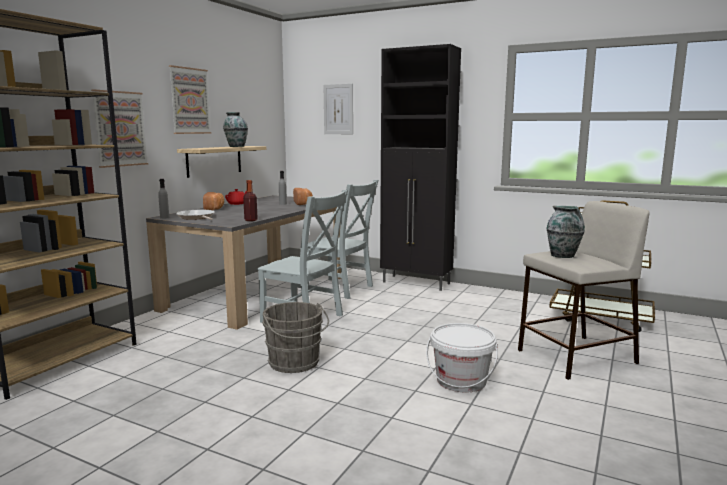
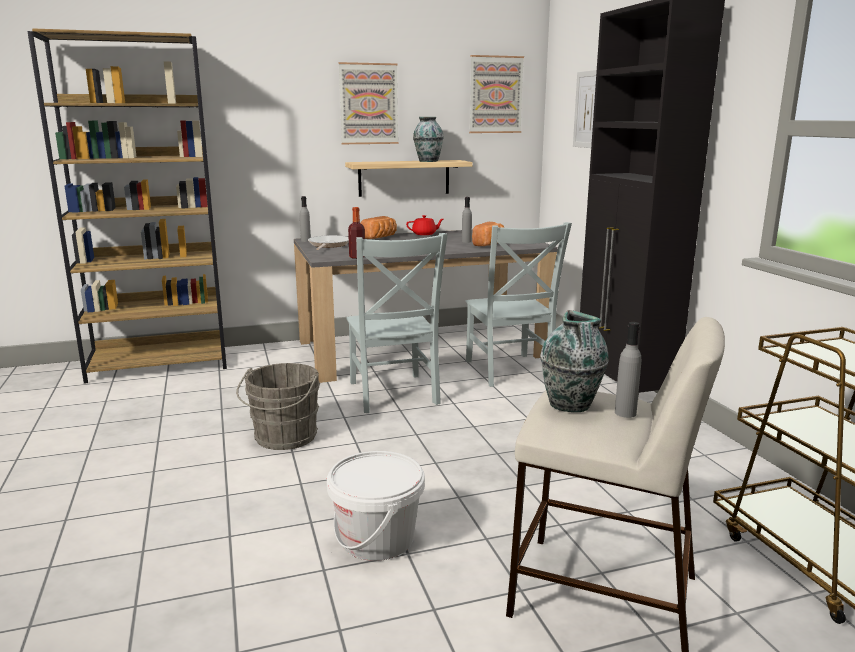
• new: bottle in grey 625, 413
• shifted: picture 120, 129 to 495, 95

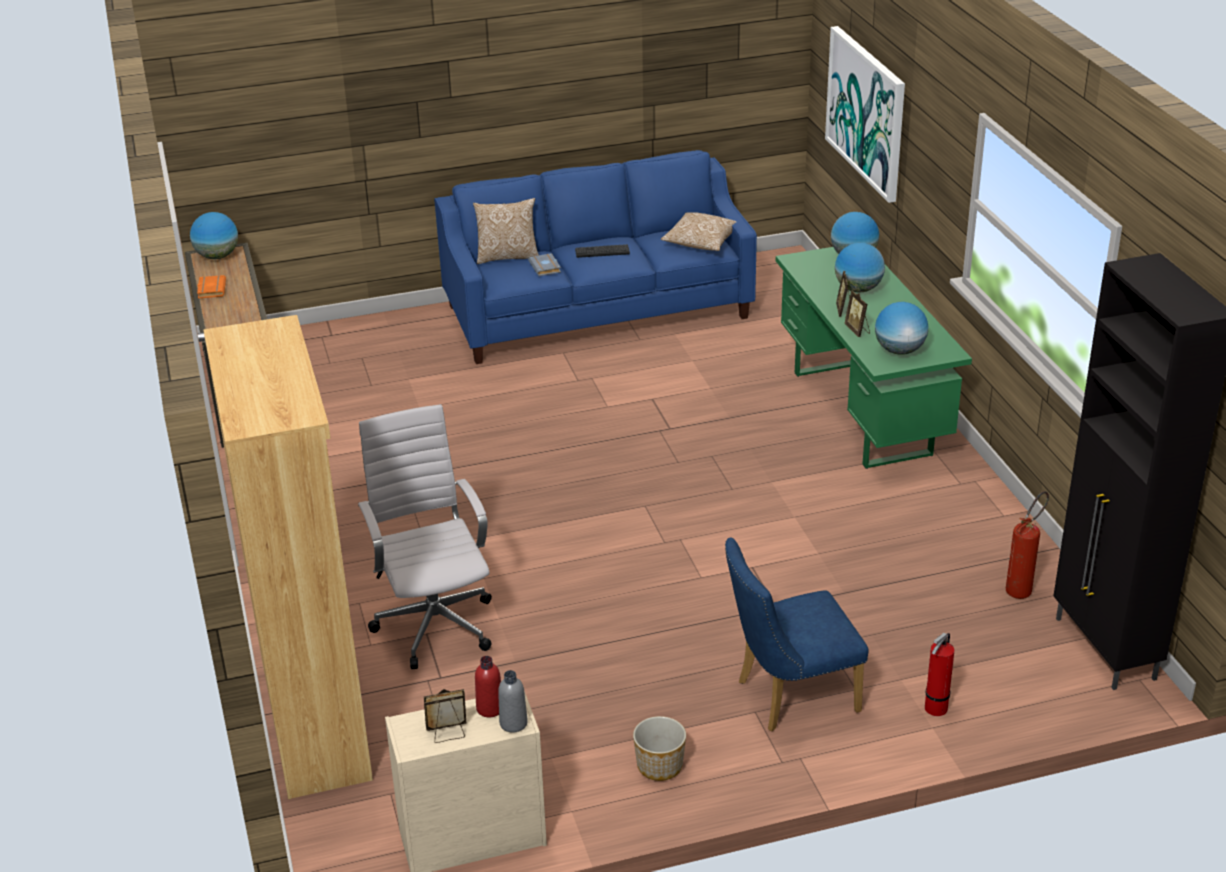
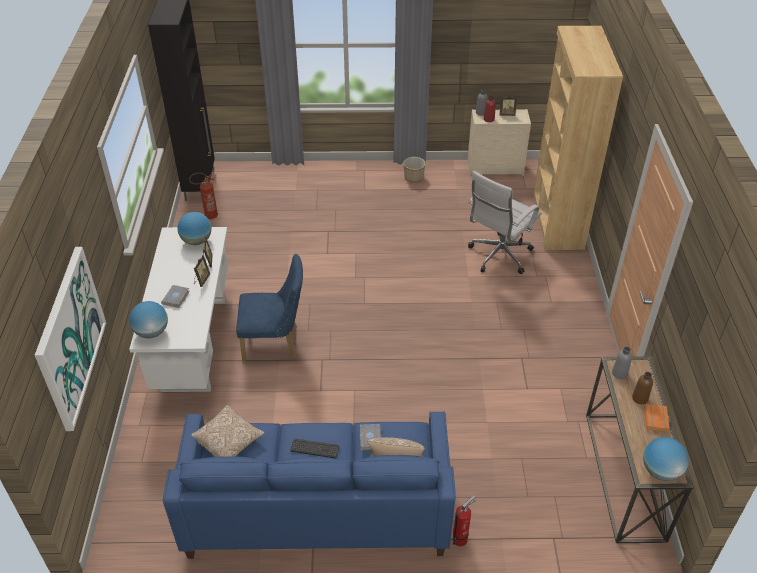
• new: bottle in grey 619, 373
• new: bottle in brown 640, 398
• shifted: chair in blue 788, 696 to 275, 343
• shifted: fire extinguisher 934, 710 to 461, 538
• swapped: globe 858, 289 to book in grey 176, 298
• repainted: desk in green 862, 413 to desk in white 194, 343
• rotated: office chair in white 434, 623 = 498, 257 45 degrees clockwise

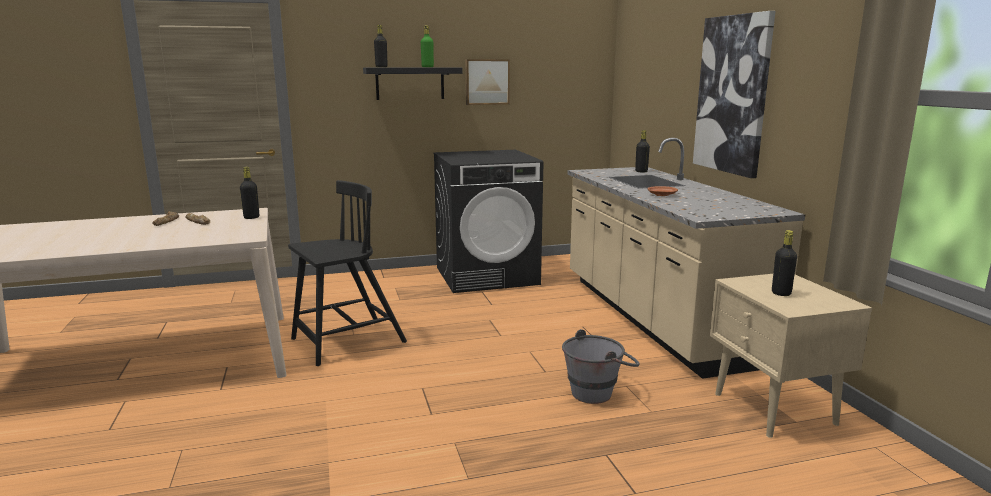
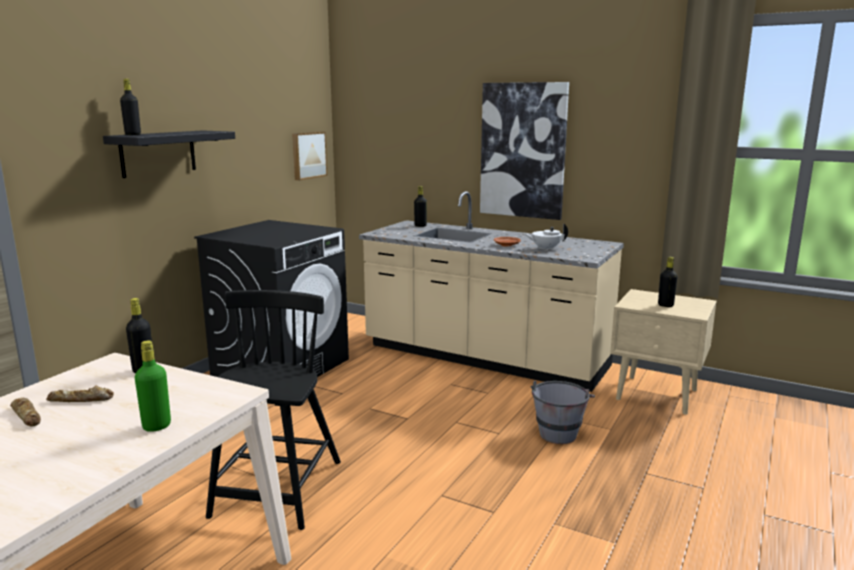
• new: teapot in white 545, 248
• shifted: bottle in green 427, 67 to 156, 426
• shifted: picture 487, 82 to 308, 155

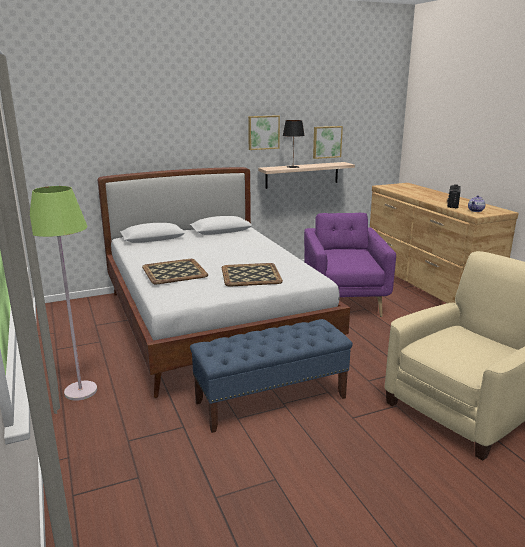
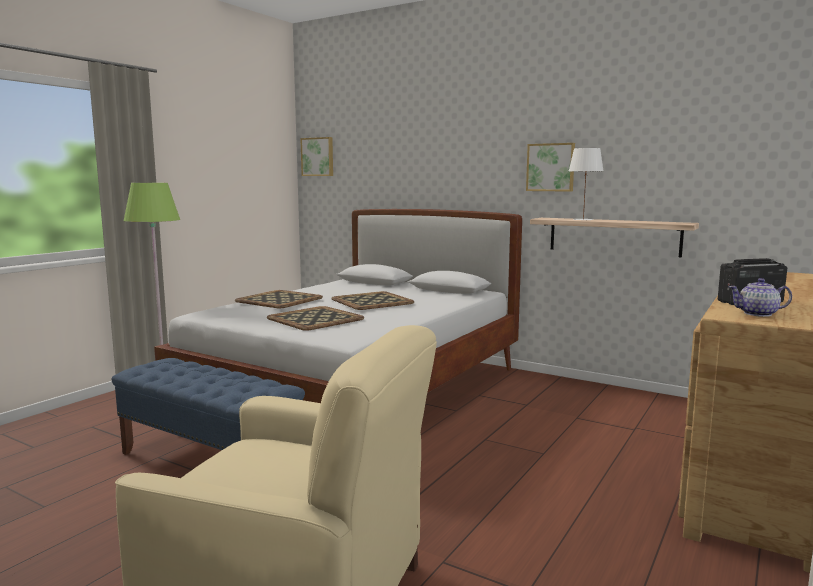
• gone: armchair in purple 344, 300
• new: tray 372, 301
• shifted: picture 326, 142 to 318, 157
• repainted: table lamp in black 293, 167 to table lamp in white 583, 219

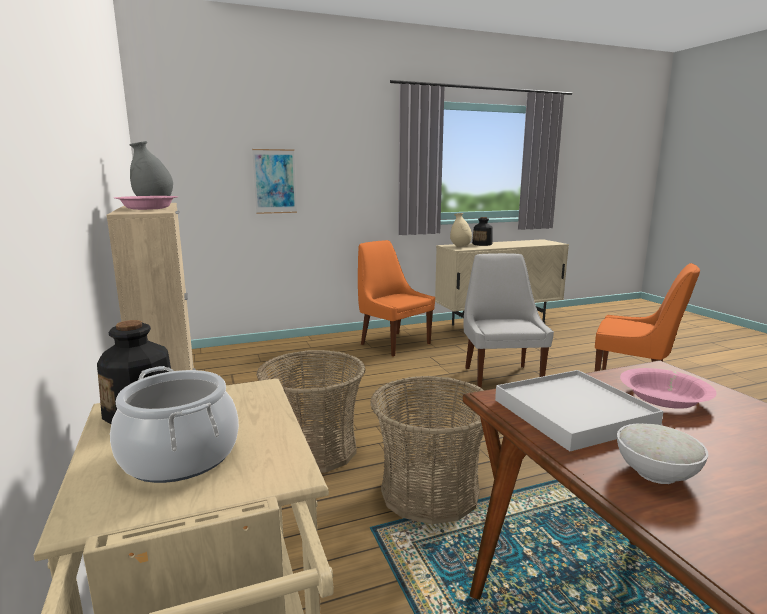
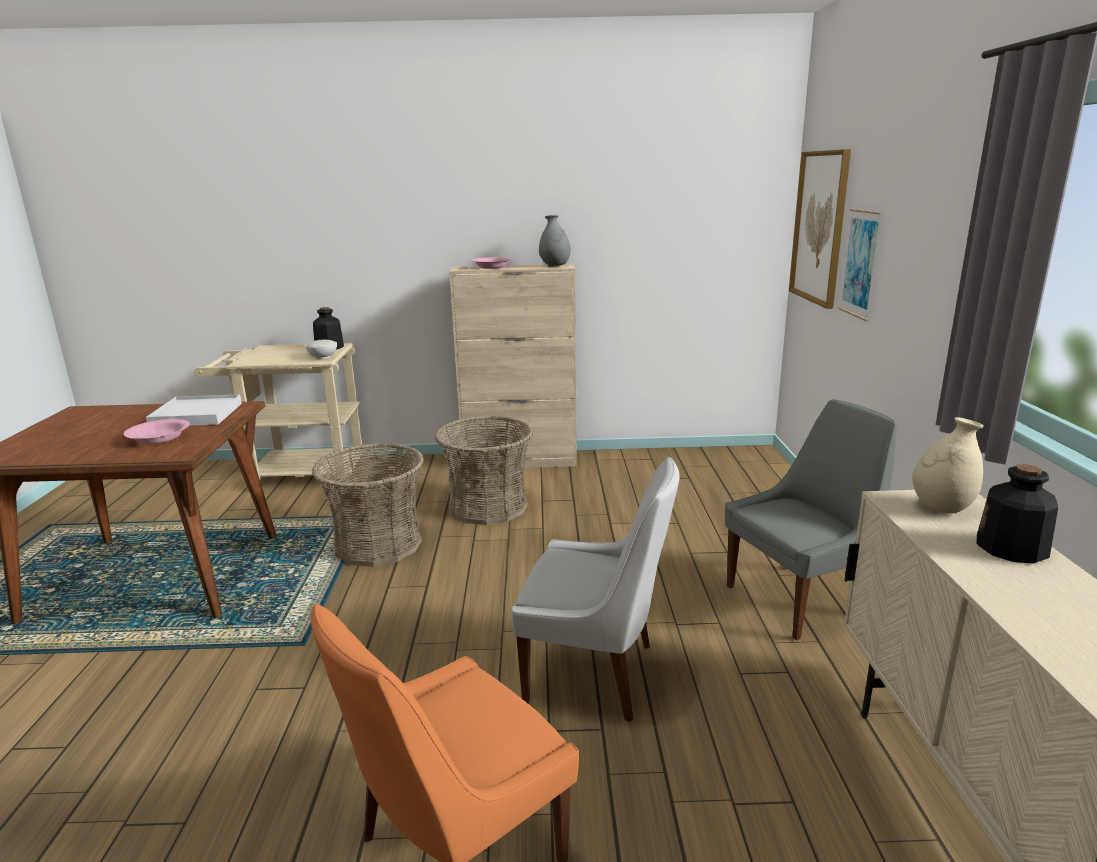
• gone: cooking pot 179, 456
• new: picture 820, 227
• shifted: bowl in white 657, 474 to 322, 357
• repainted: chair in orange 393, 343 to chair in grey 800, 599

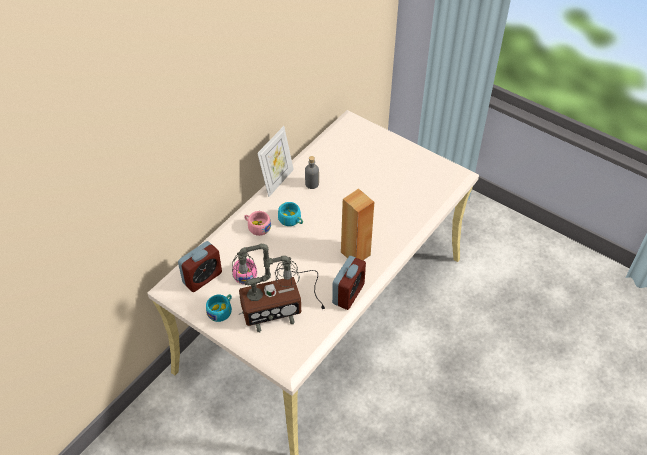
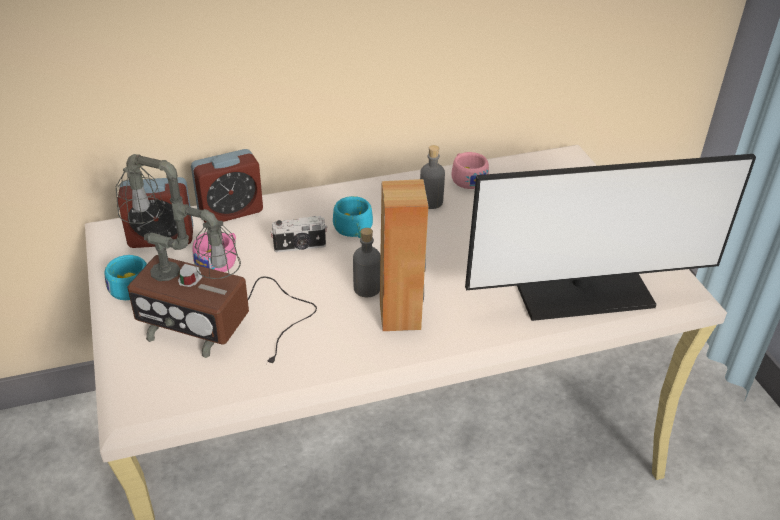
• gone: picture frame 277, 181
• new: photo camera 300, 247
• new: bottle in grey 367, 288
• new: monitor 584, 294
• shifted: cup in pink 257, 227 to 467, 178
• shifted: alarm clock 348, 294 to 230, 211

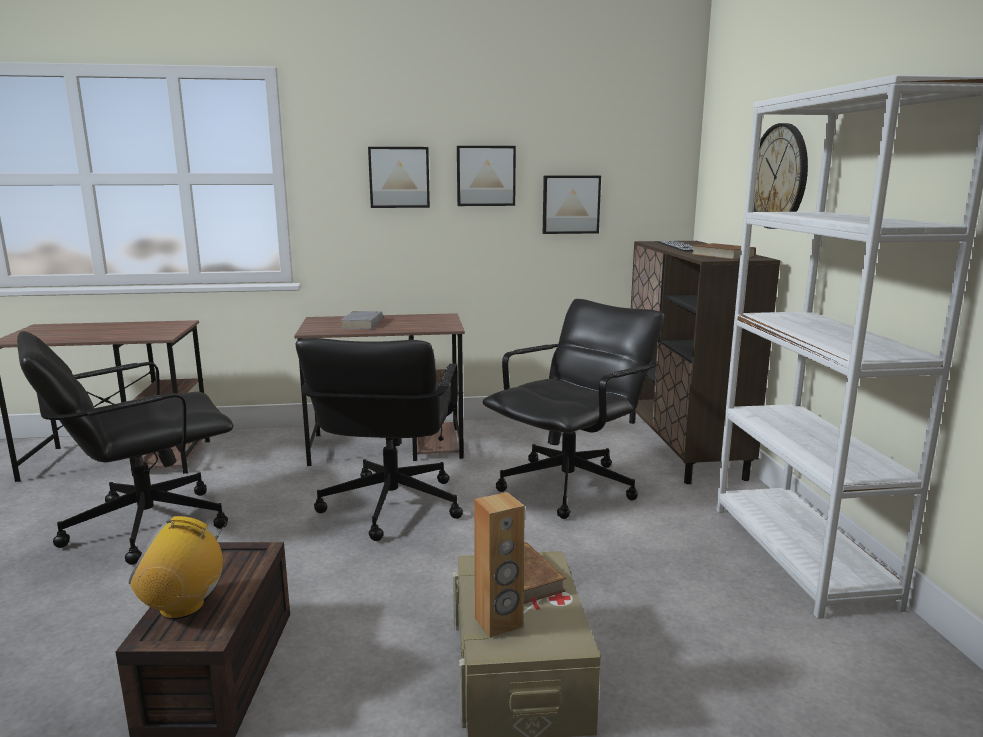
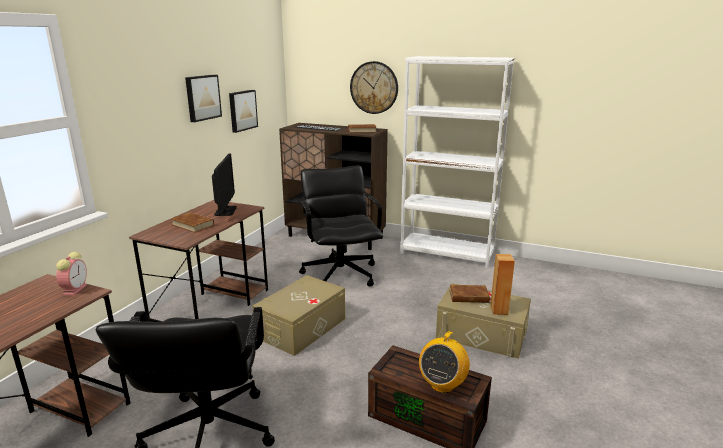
• gone: picture 399, 177
• new: alarm clock 75, 289
• new: monitor 225, 211
• swapped: office chair in black 390, 506 to storage box in beige 301, 328
• repainted: book in grey 362, 324 to book in brown 193, 225

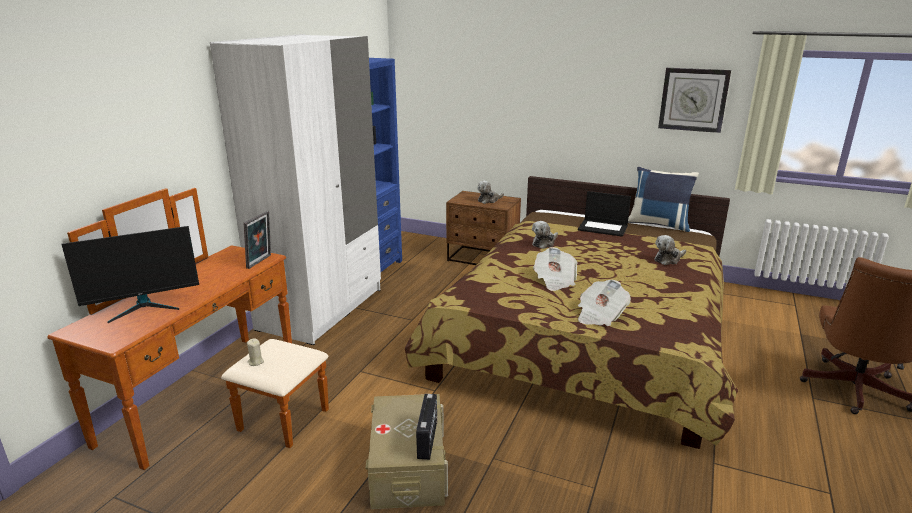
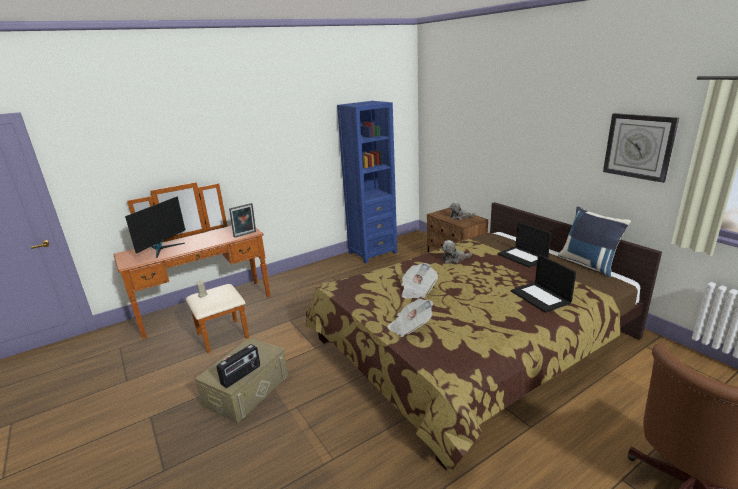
• gone: wardrobe in white 321, 309
• swapped: plush toy 668, 259 to laptop 541, 297
• rotated: monitor 144, 307 = 163, 249 75 degrees counterclockwise

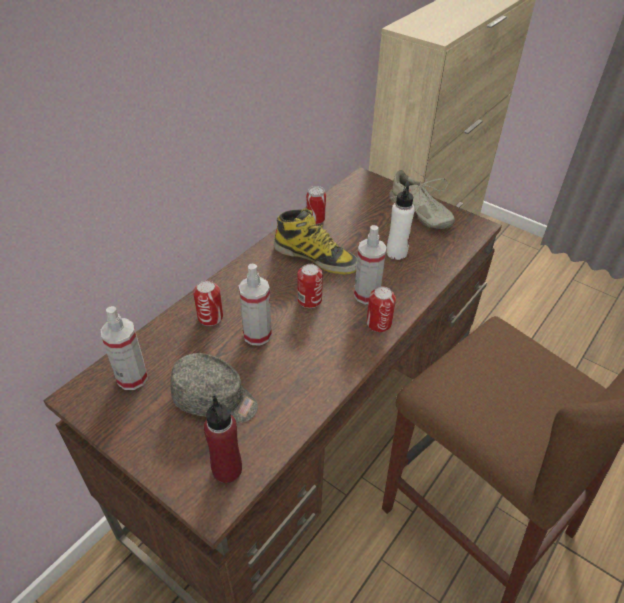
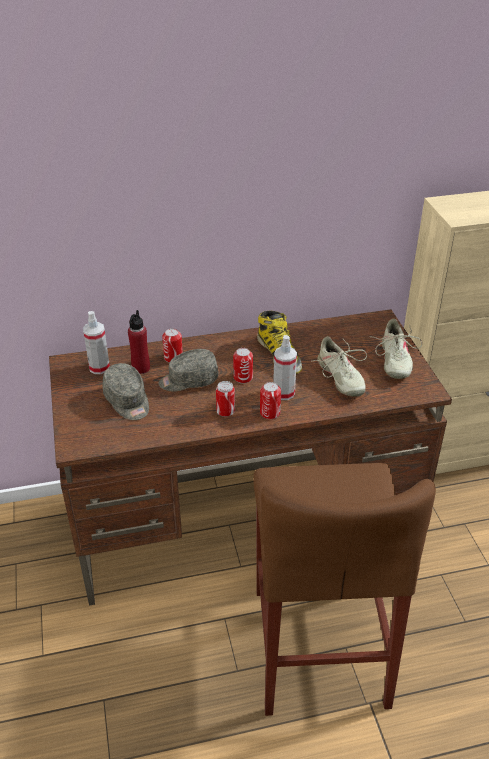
• shifted: bottle in red 227, 469 to 141, 368
• shifted: can 315, 220 to 225, 412
• swapped: spray bottle 257, 335 to cap in grey 188, 380
• swapped: bottle in white 396, 252 to shoe in beige 339, 378

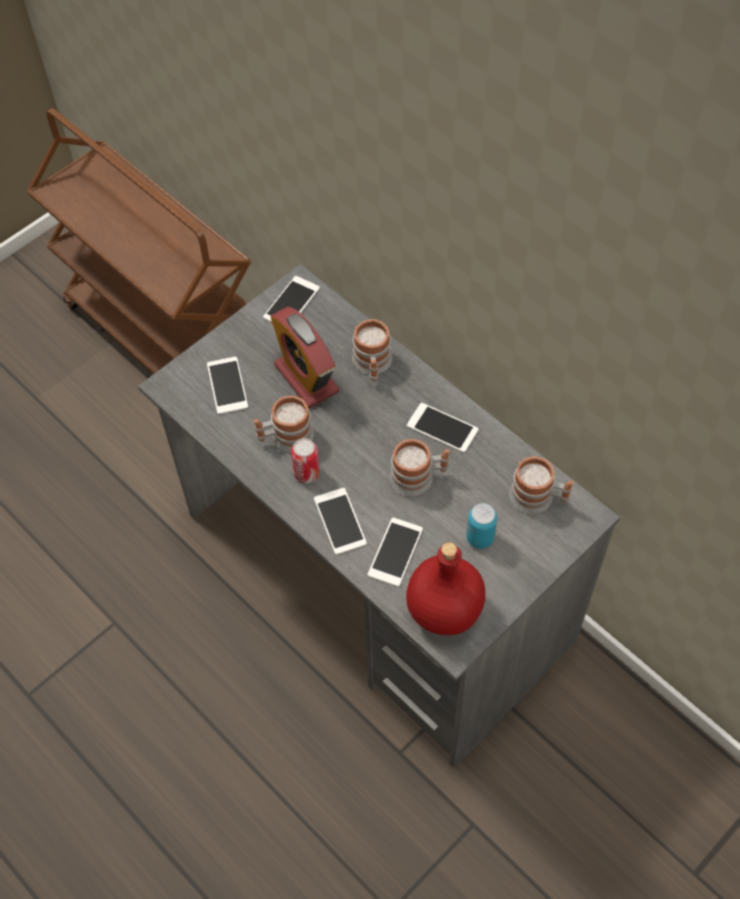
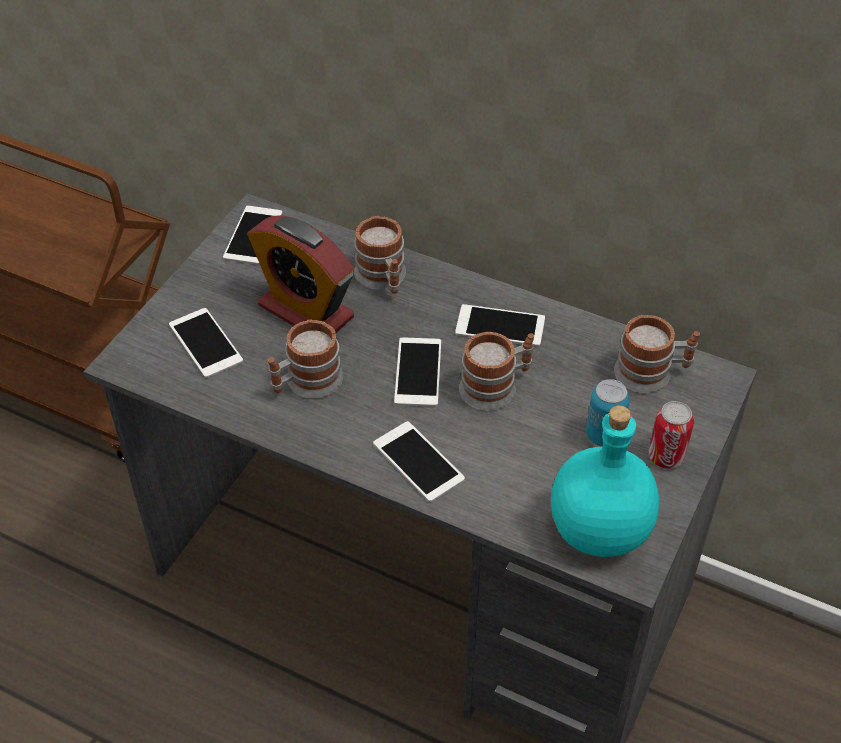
• shifted: can 307, 473 to 666, 457
• shifted: phone 395, 552 to 418, 372
• repainted: bottle in red 443, 609 to bottle in turquoise 597, 529

